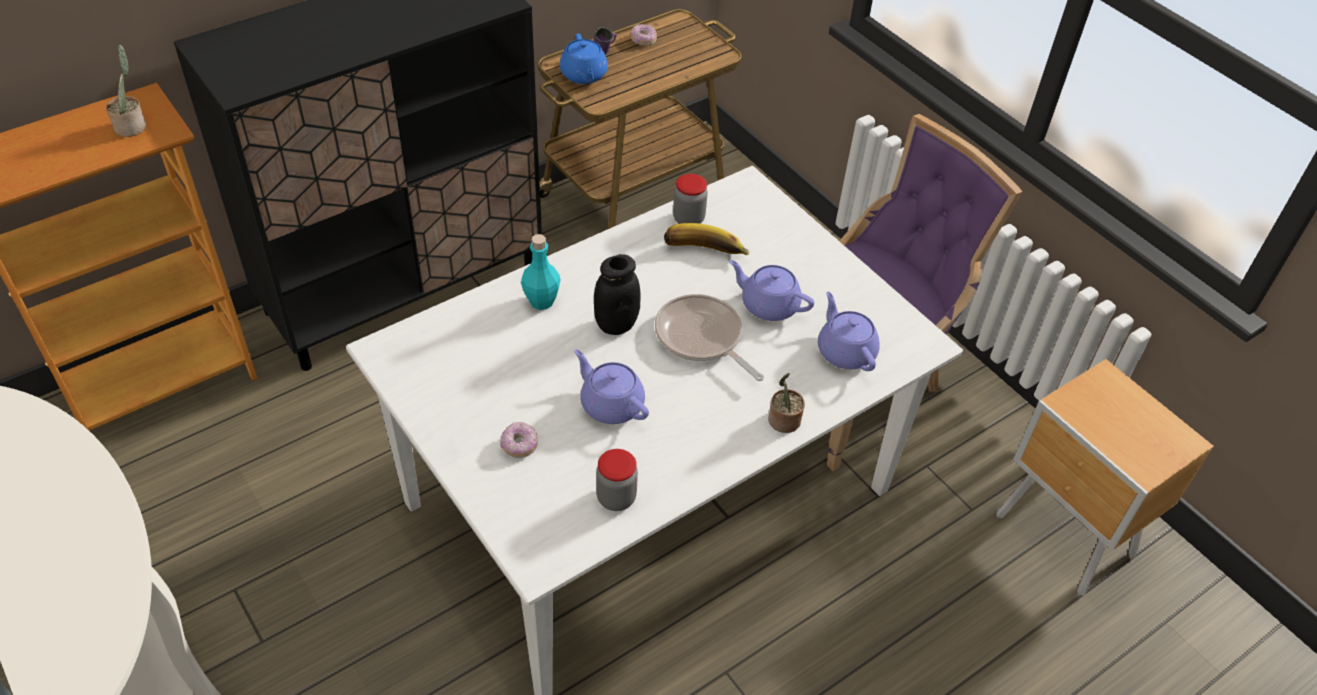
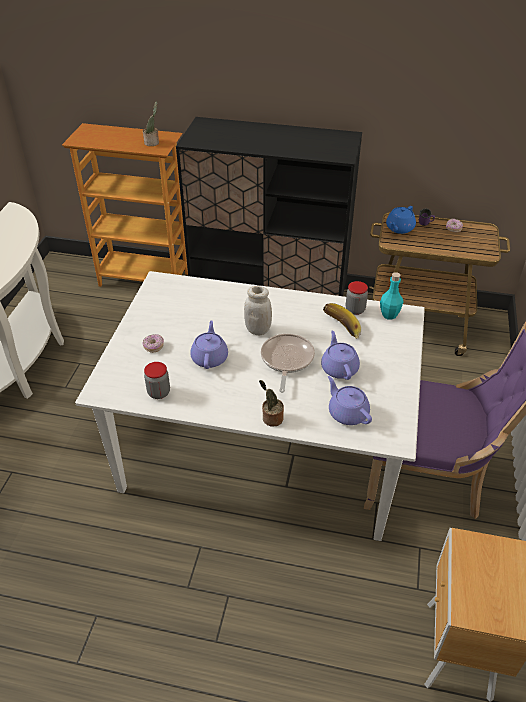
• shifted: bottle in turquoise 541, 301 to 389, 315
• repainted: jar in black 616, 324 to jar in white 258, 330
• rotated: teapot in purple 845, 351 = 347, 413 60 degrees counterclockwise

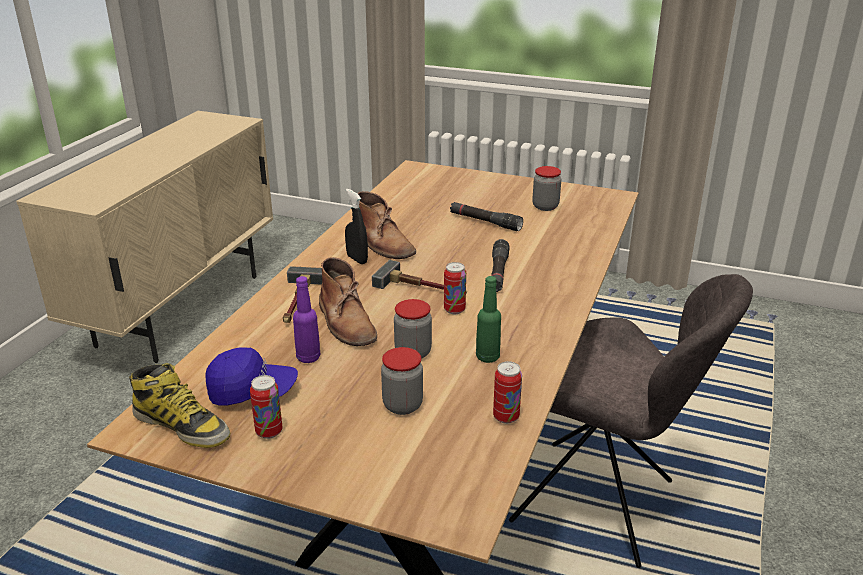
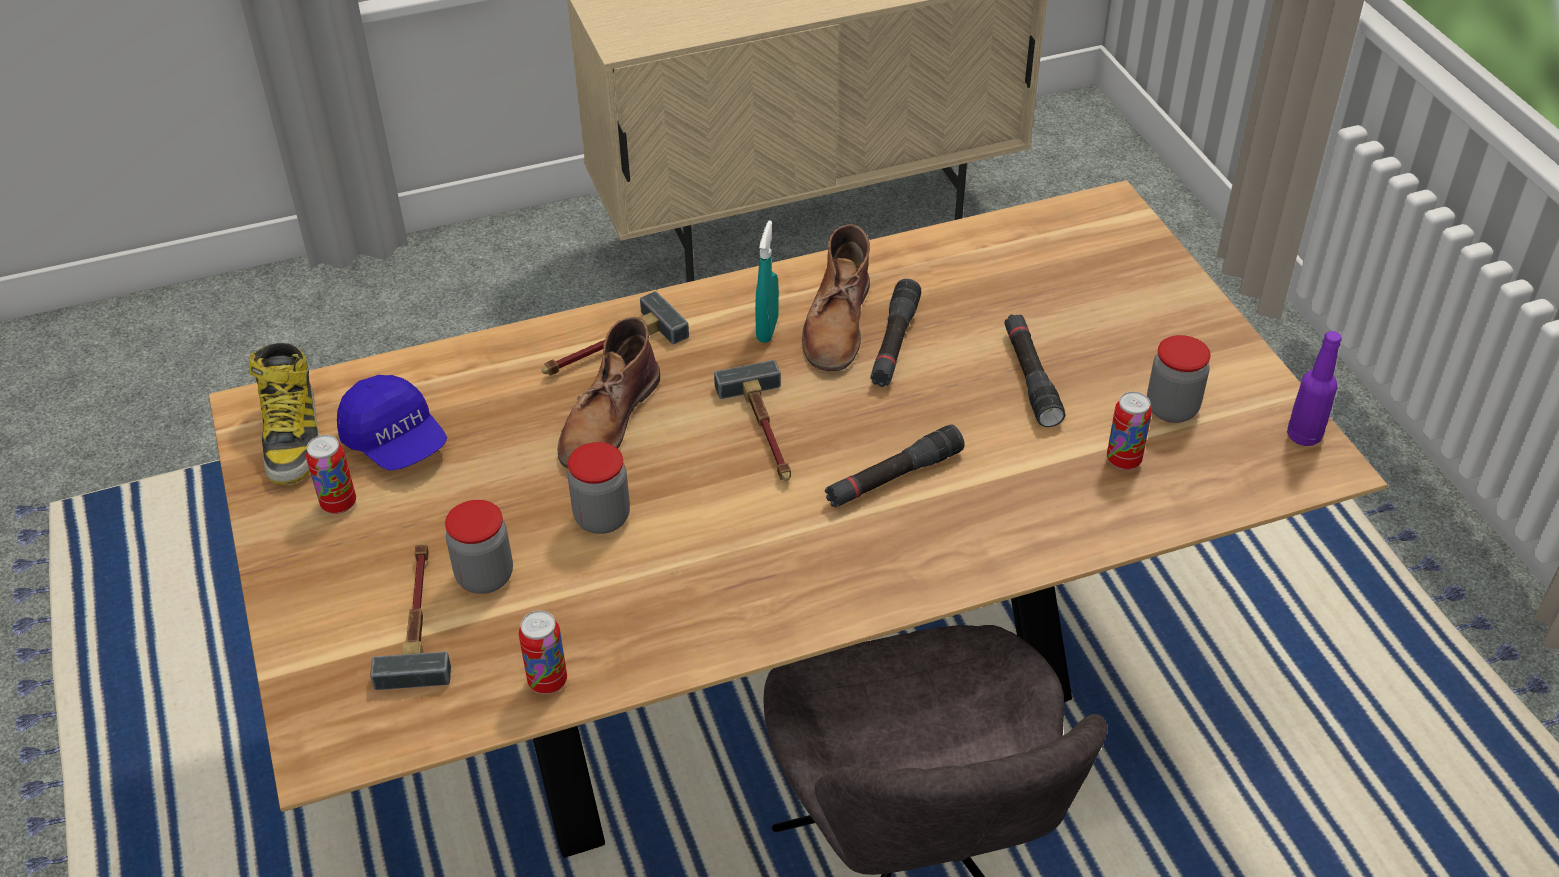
• gone: bottle in green 487, 357
• new: hammer 418, 617
• new: flashlight in black 894, 343
• shifted: bottle in purple 308, 357 to 1304, 436
• shifted: can 454, 310 to 1123, 460
• repainted: spray bottle in black 357, 259 to spray bottle in turquoise 767, 329

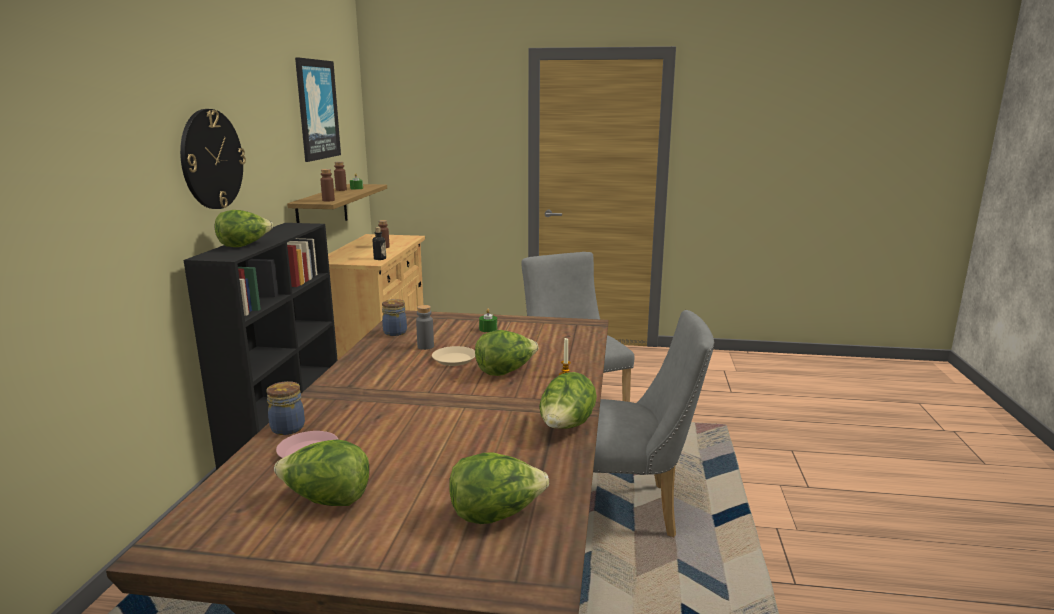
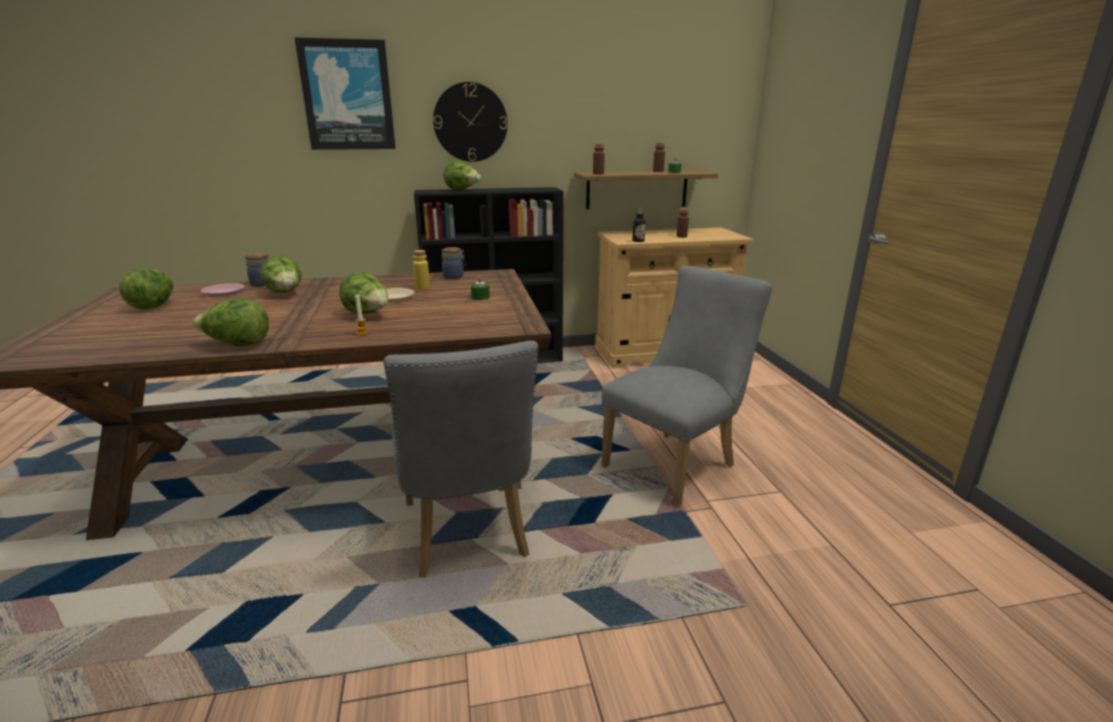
• shifted: picture 317, 109 to 347, 96
• shifted: lettuce 496, 515 to 285, 293
• repainted: bottle in grey 425, 346 to bottle in yellow 422, 287

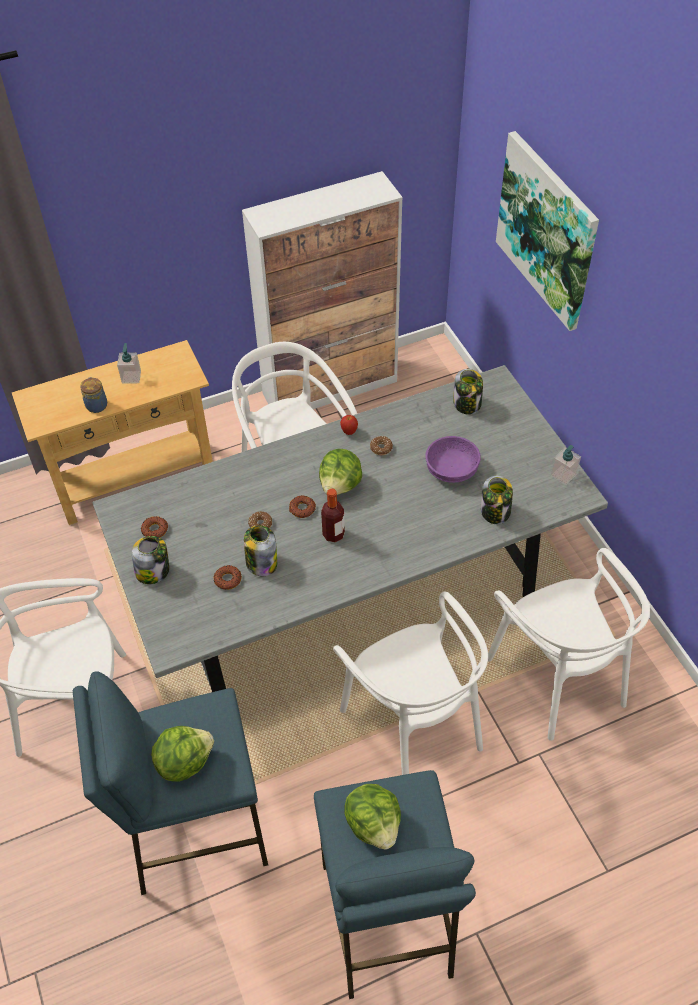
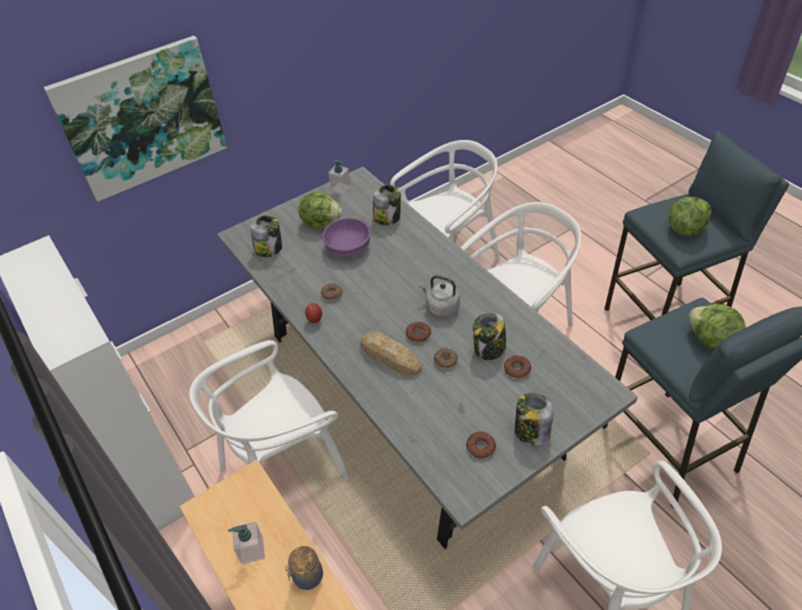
• new: bread 390, 357
• shifted: lettuce 340, 485 to 321, 222
• swapped: bottle 333, 534 to kettle in grey 440, 307

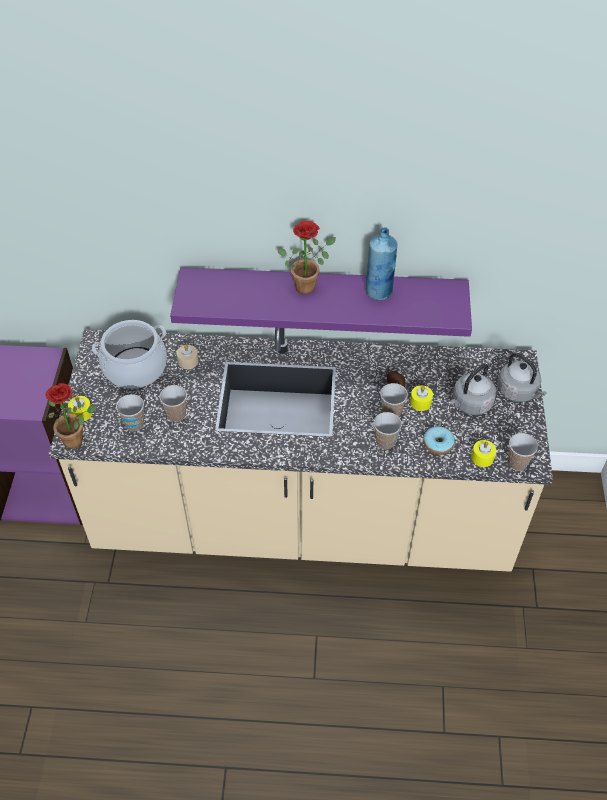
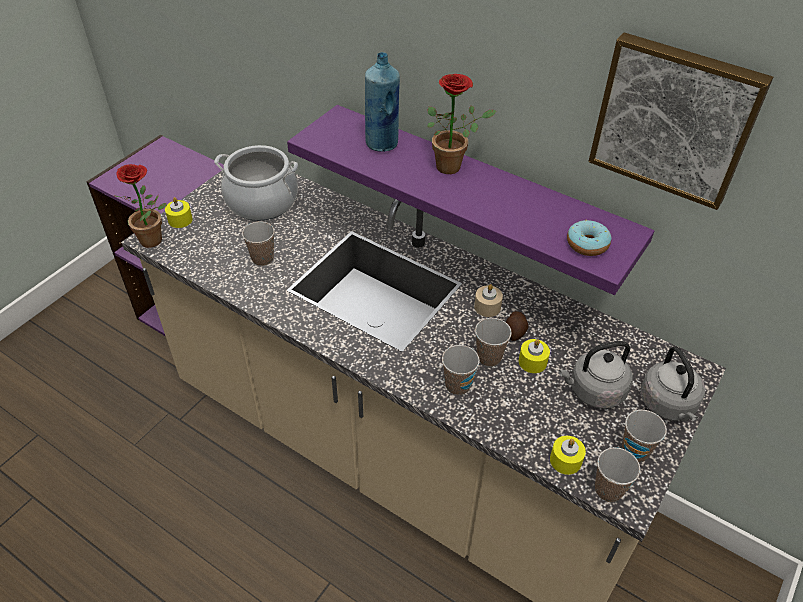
• new: picture 674, 119
• shifted: cup 134, 424 to 634, 451
• shifted: candle in beige 188, 361 to 487, 307
• shifted: bottle in blue 379, 291 to 382, 144
• shifted: donut 438, 444 to 587, 244

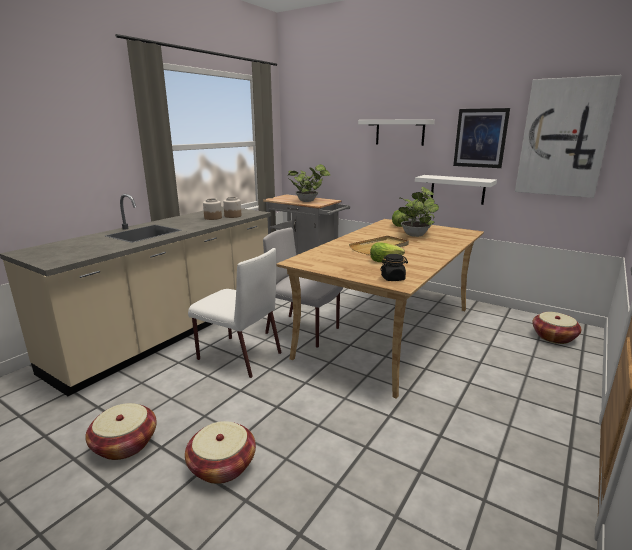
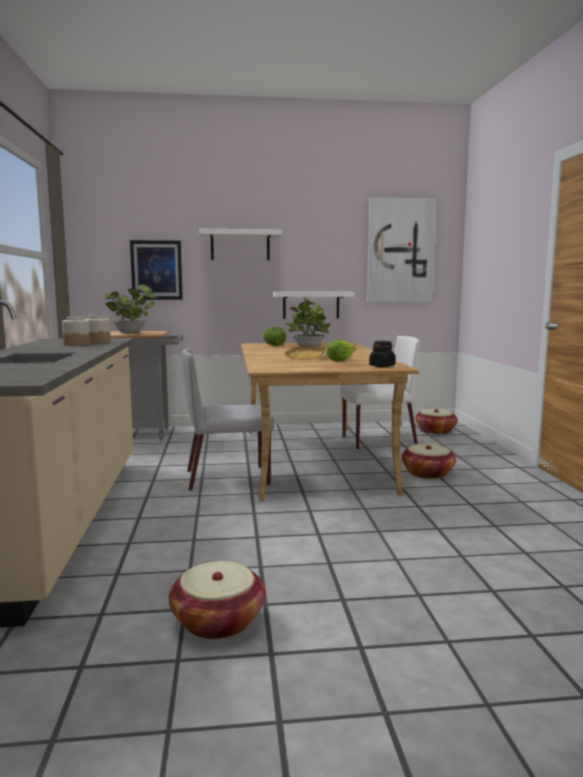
• shifted: basket 222, 466 to 427, 474
• shifted: chair in white 238, 356 to 377, 441
• shifted: picture 480, 138 to 156, 270

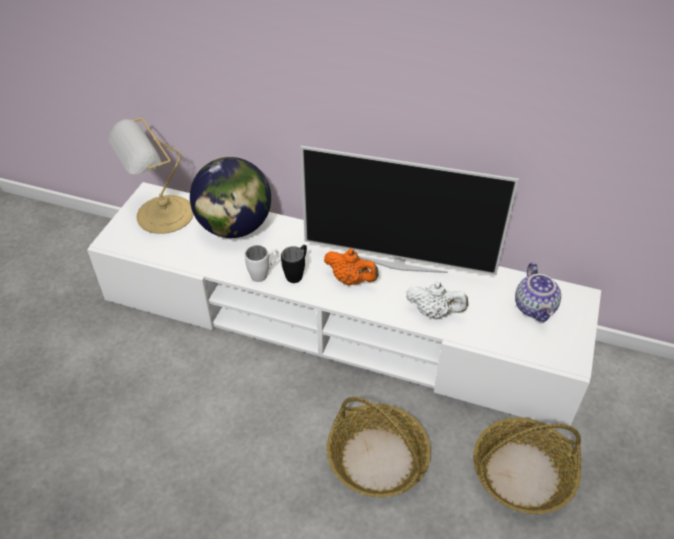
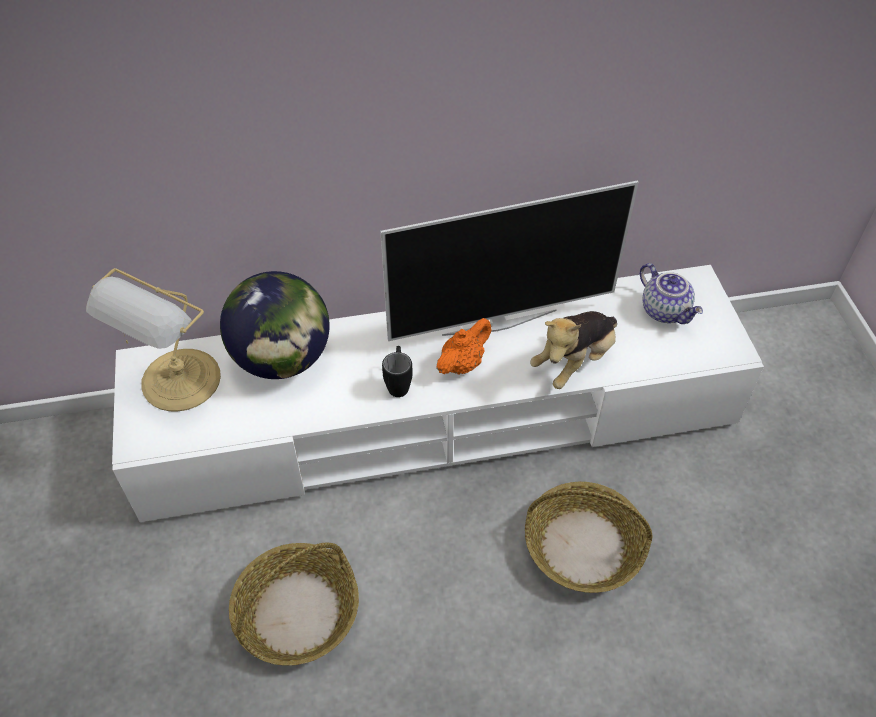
• gone: mug in white 264, 274
• shifted: basket 522, 473 to 297, 611
• swapped: teapot in white 434, 312 to plush toy 574, 361
• rotated: teapot in orange 351, 280 = 463, 363 45 degrees counterclockwise

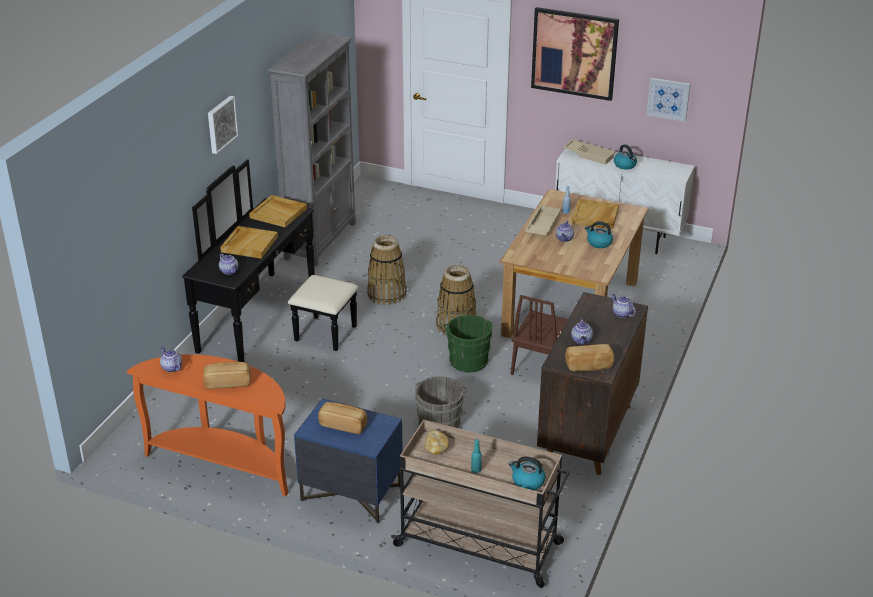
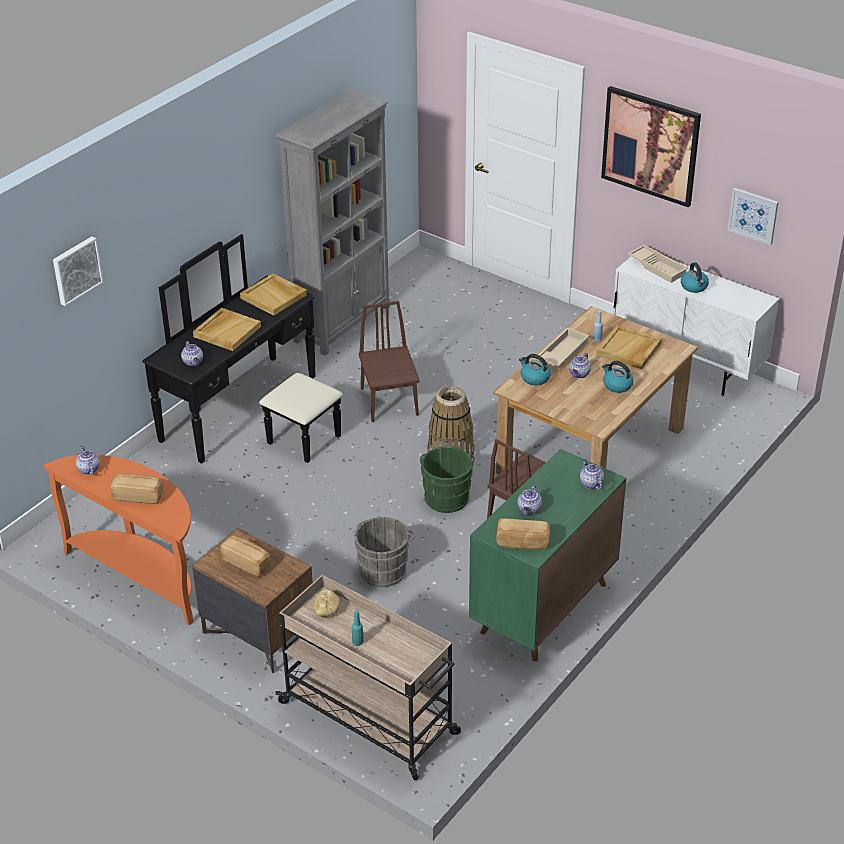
• shifted: picture 221, 124 to 76, 270
• shifted: kettle 527, 482 to 534, 378
• swapped: basket 387, 294 to chair in brown 389, 401
• repainted: nightstand in blue 350, 493 to nightstand in brown 257, 634
• repainted: cabinet in brown 587, 433 to cabinet in green 543, 609

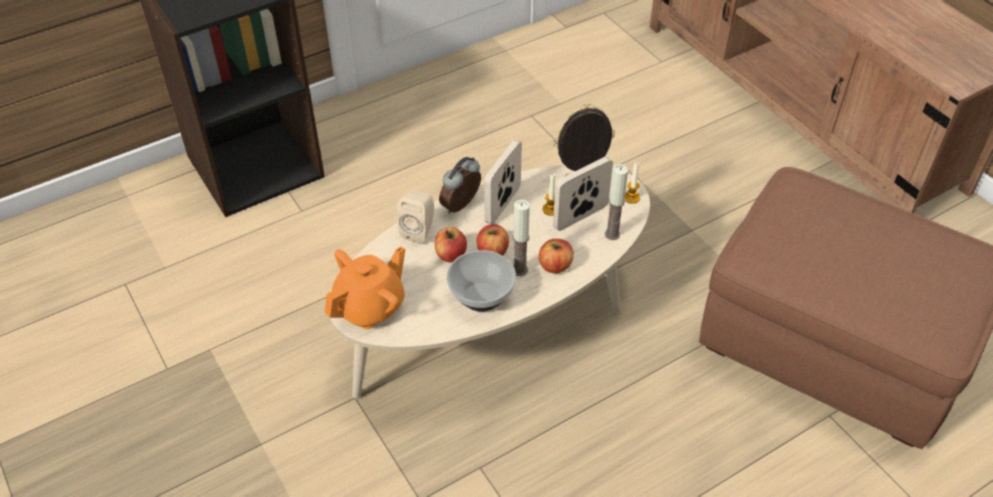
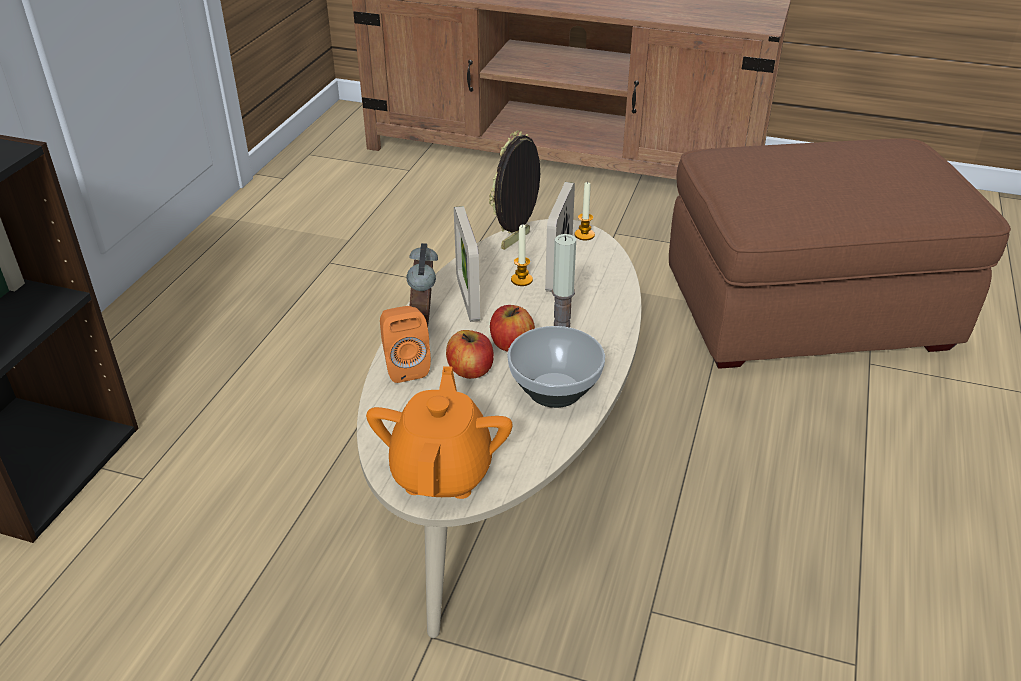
• gone: apple 555, 265
• gone: candle 612, 234
• repainted: speaker in beige 419, 230 to speaker in orange 405, 366

